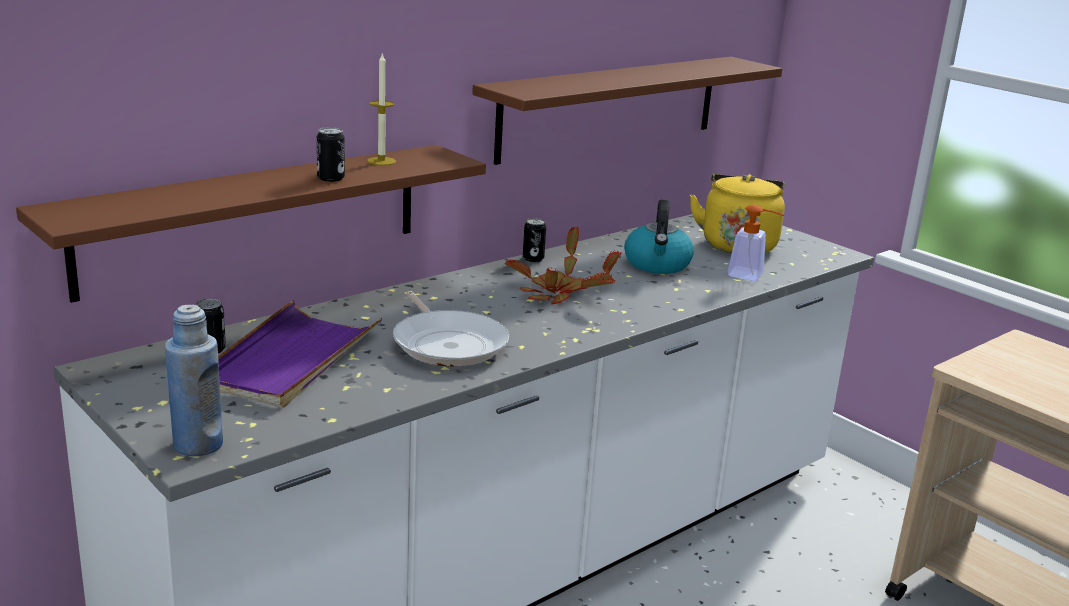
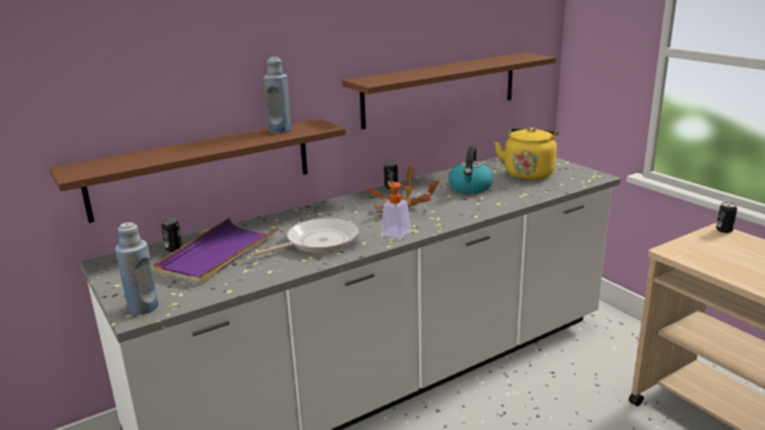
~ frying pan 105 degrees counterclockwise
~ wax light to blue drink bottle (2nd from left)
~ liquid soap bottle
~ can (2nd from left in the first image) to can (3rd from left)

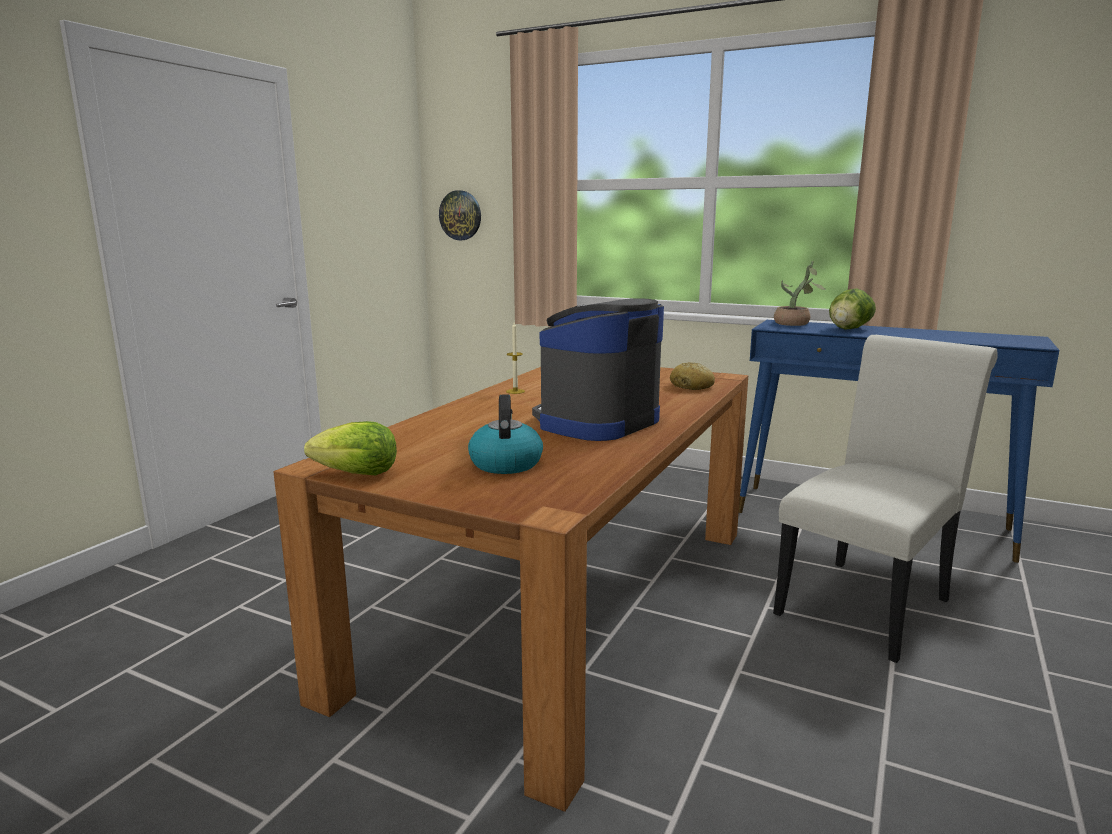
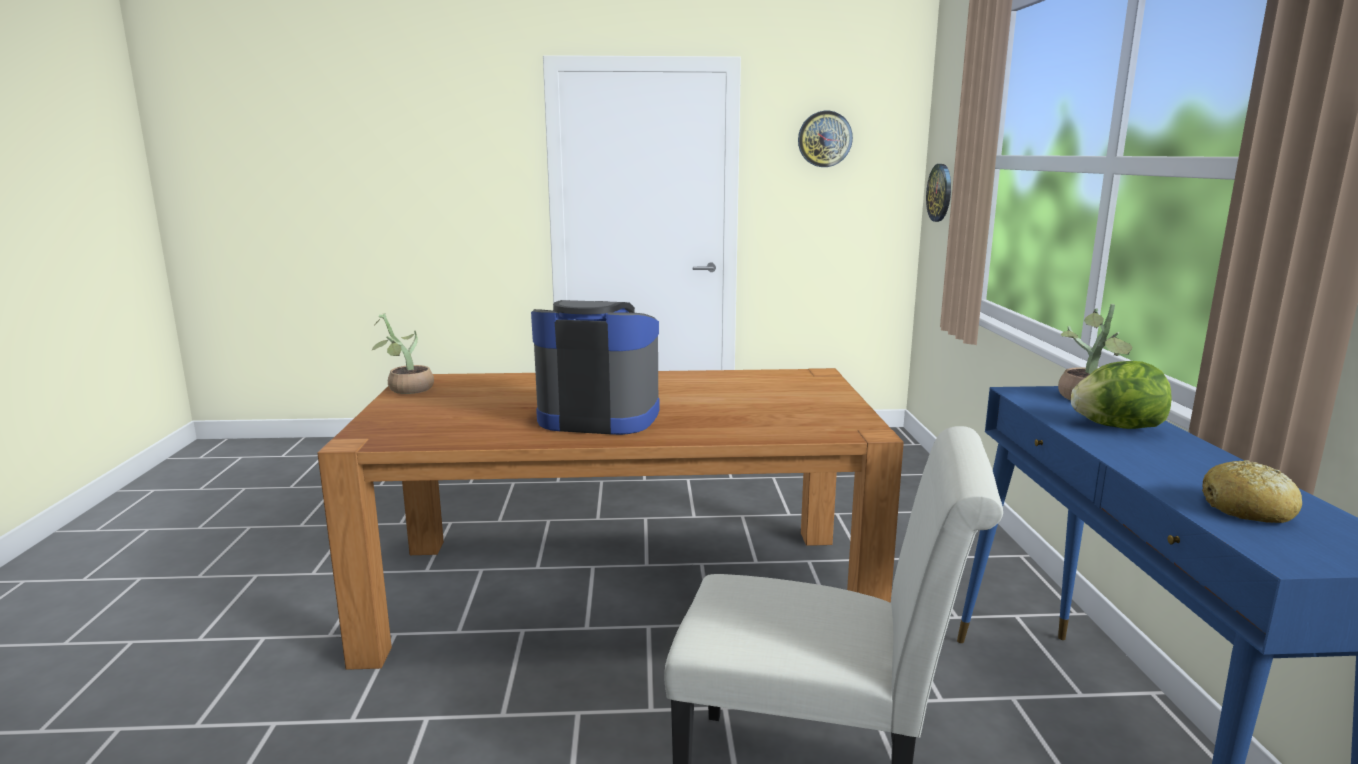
~ lettuce (1st from left) to plant in a pot (1st from left)
+ hanging clock (1st from left)
~ bakery bread
- tea kettle
- wax light

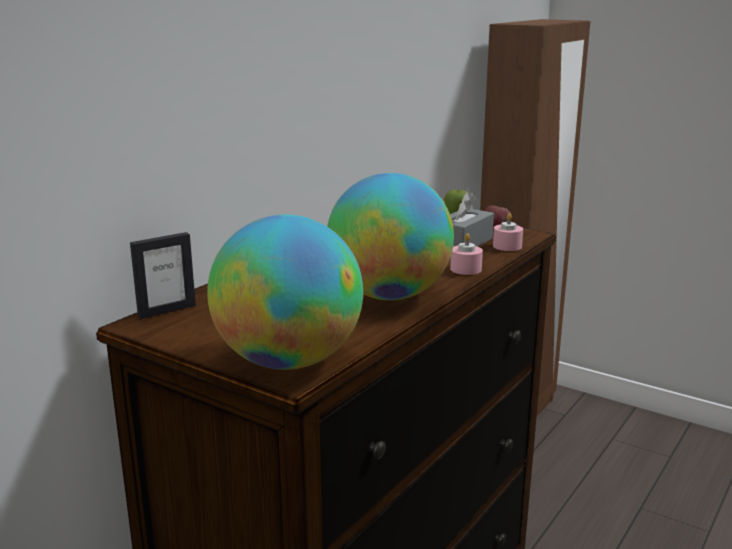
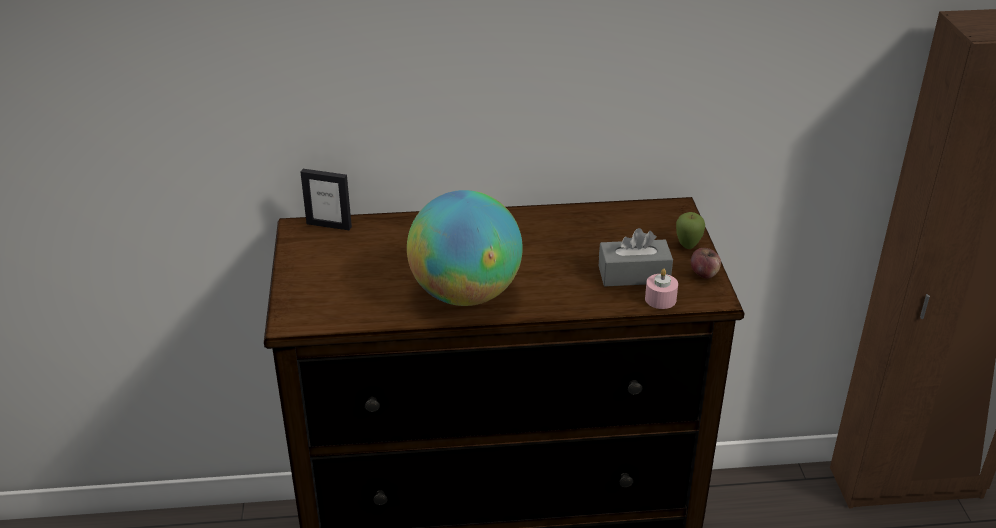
- world globe (1st from left)
- pink-coloured wax light (1st from left)

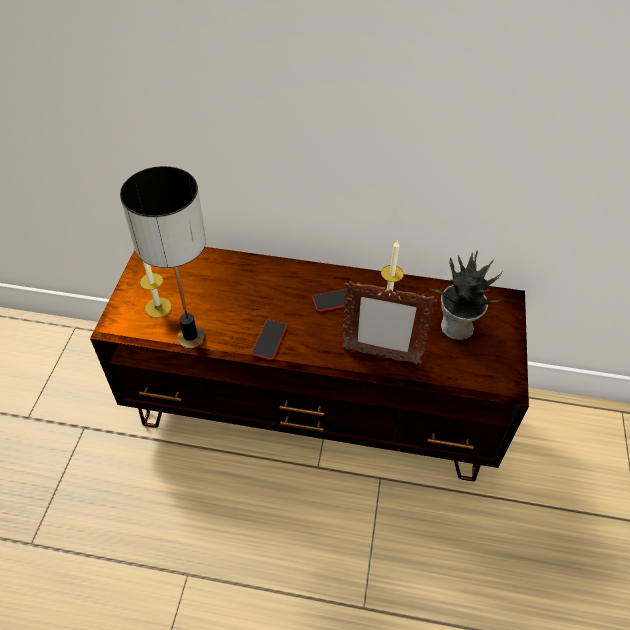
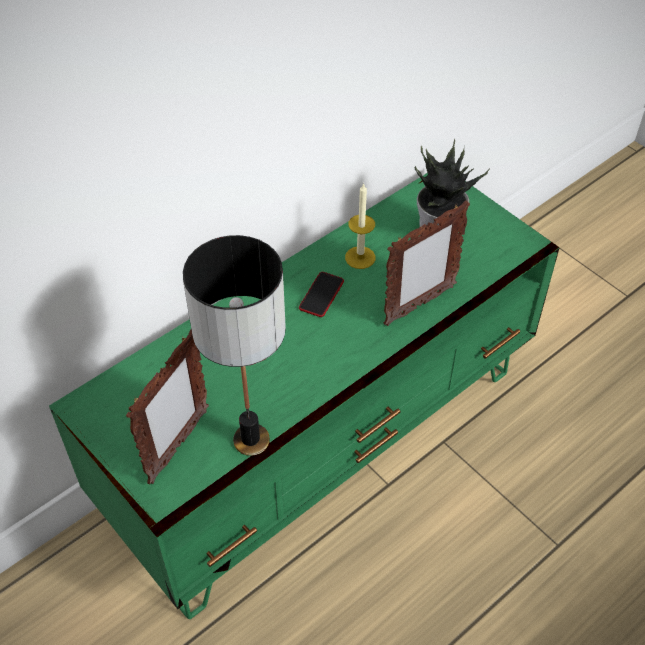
~ brown-coloured tv stand to green tv stand
~ wax light (1st from left) to picture frame (1st from left)
- telephone (1st from left)

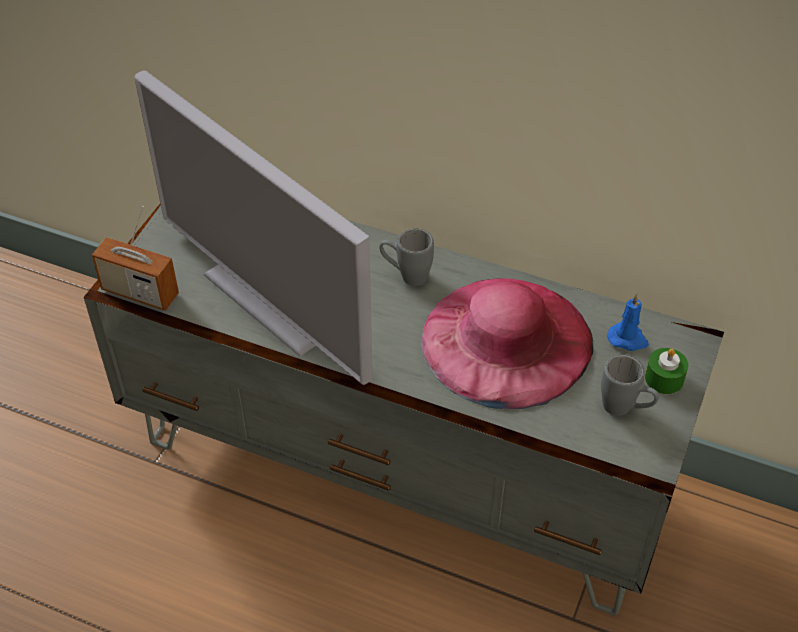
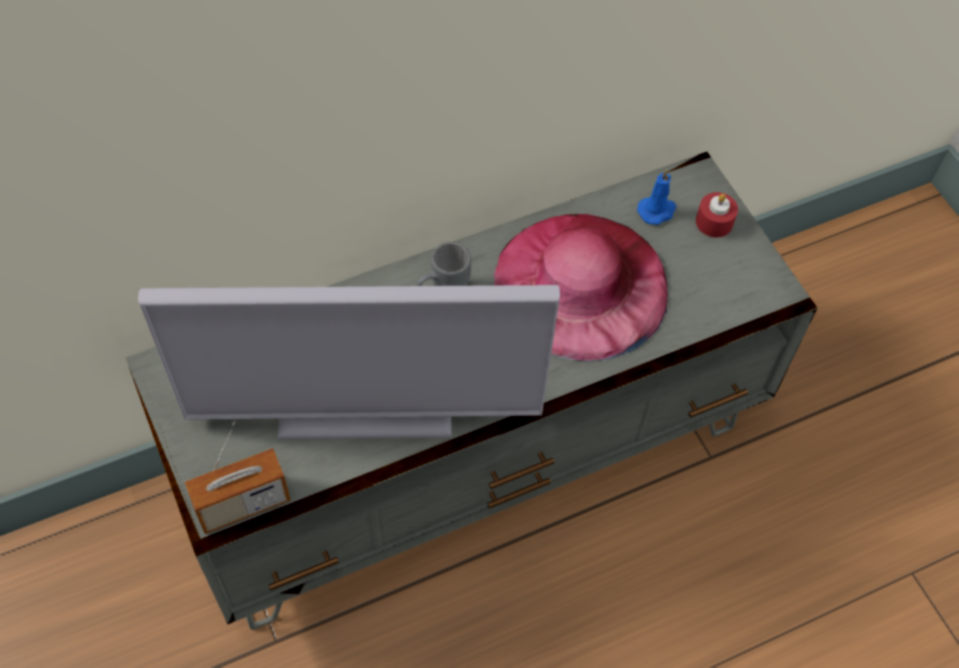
~ green wax light to red-coloured wax light
- greyish mug (2nd from left)

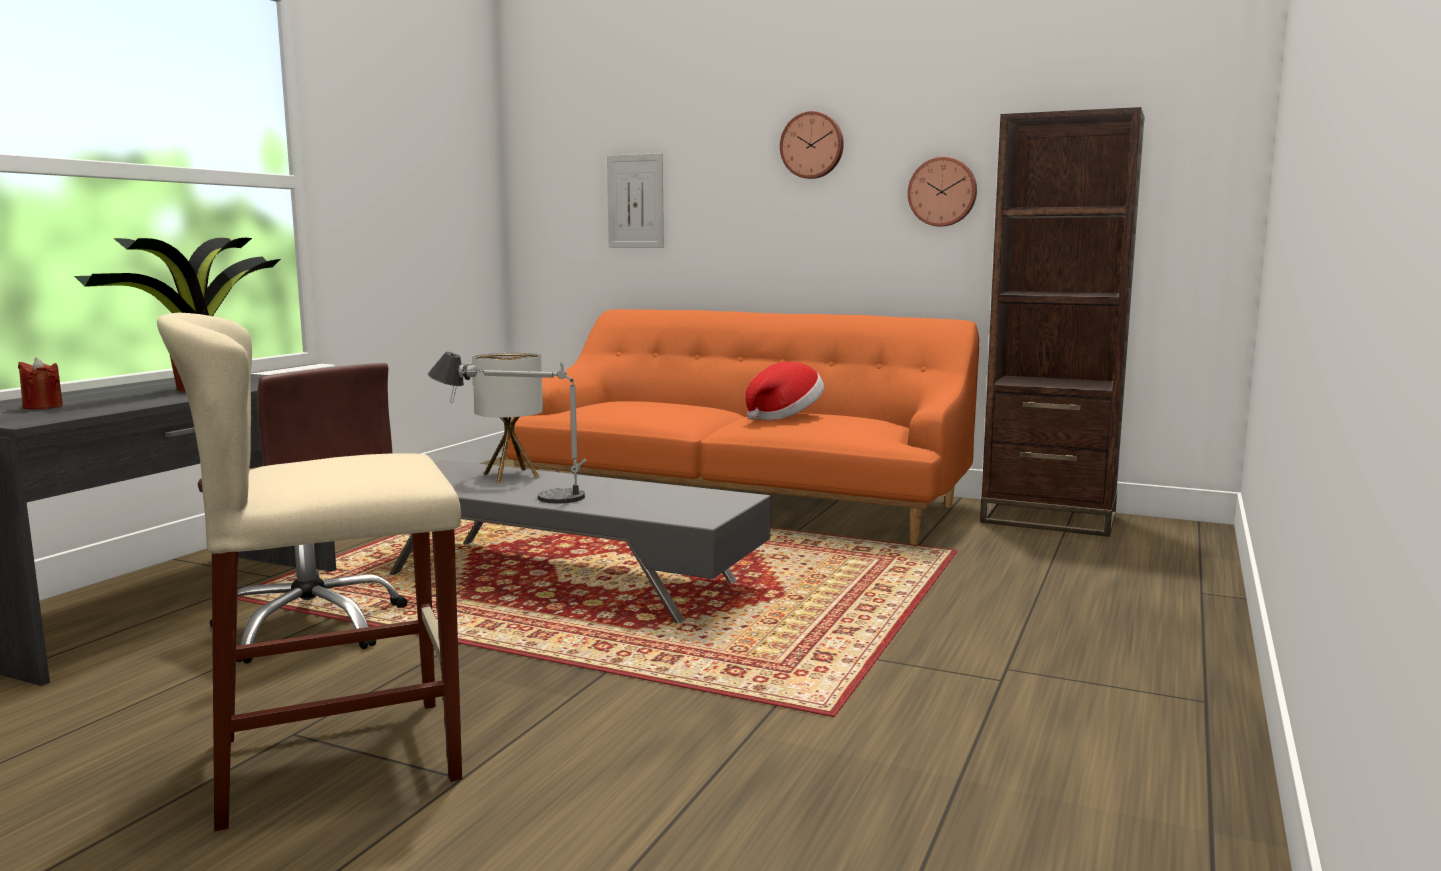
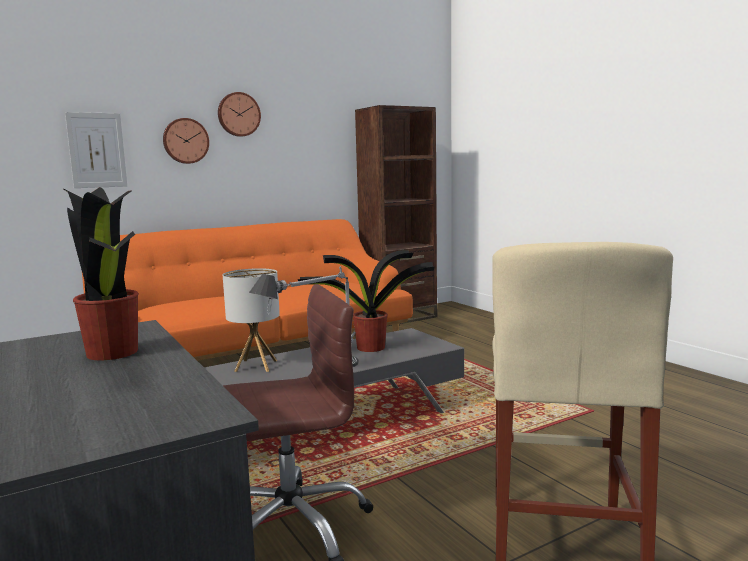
~ hanging clock (2nd from left in the first image) to hanging clock (1st from left)
+ plant in a pot (2nd from left)
- red-coloured wax light
- clothing hat

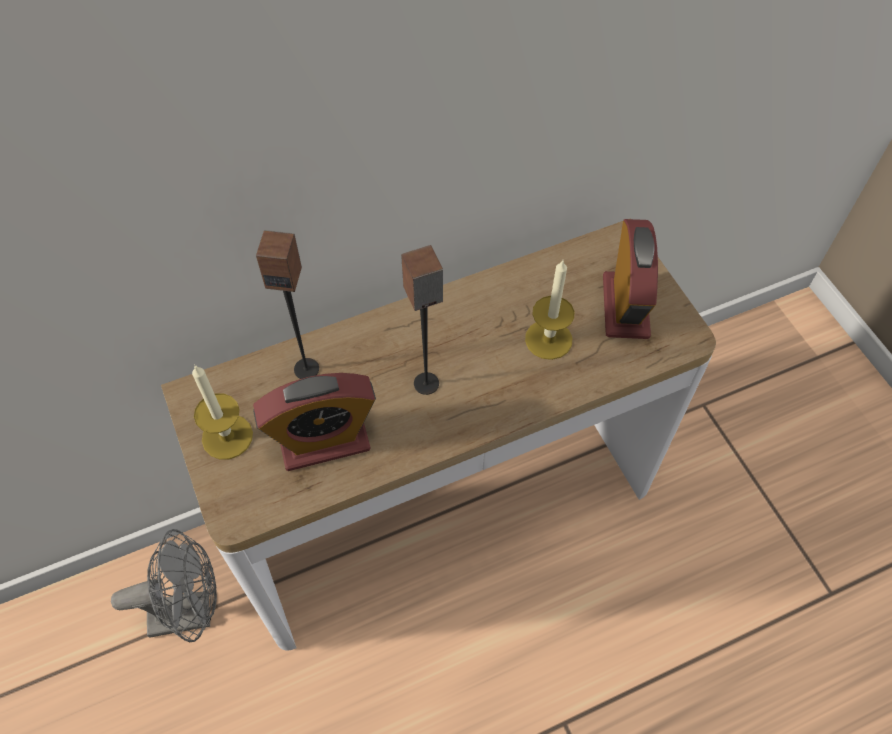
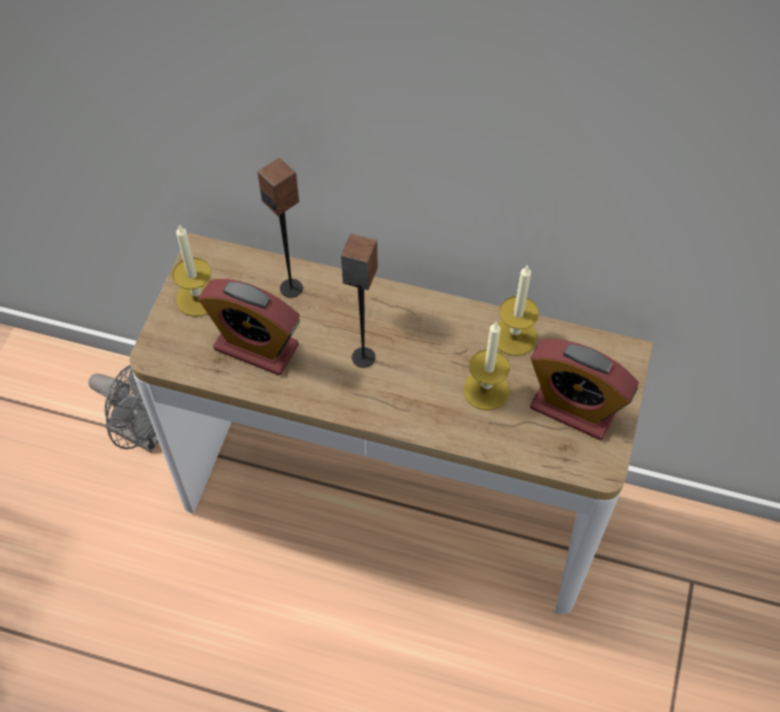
+ wax light (3rd from left)
~ bedside clock (2nd from left) 75 degrees clockwise

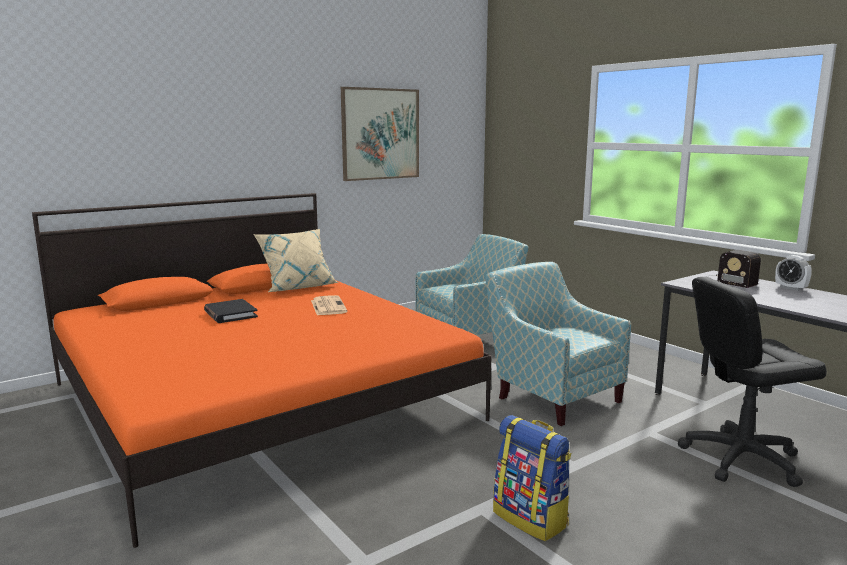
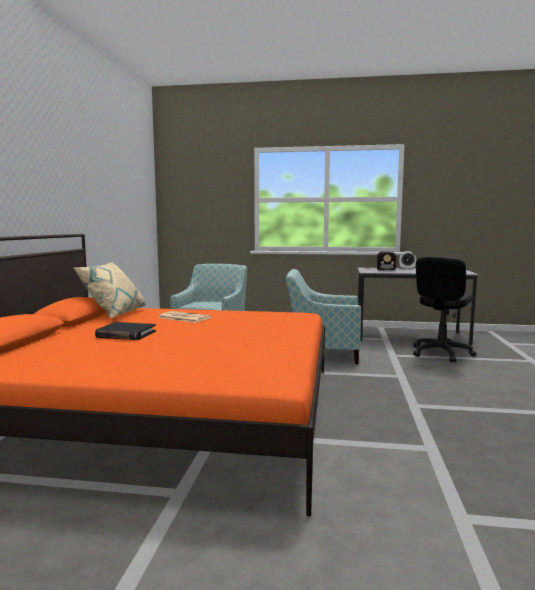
- wall art
- backpack

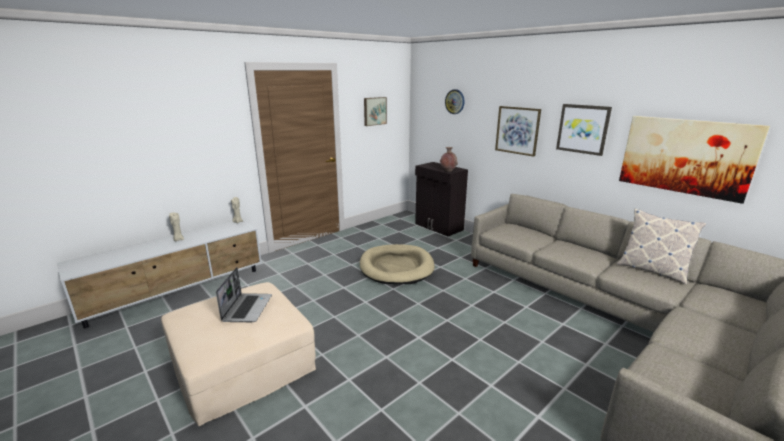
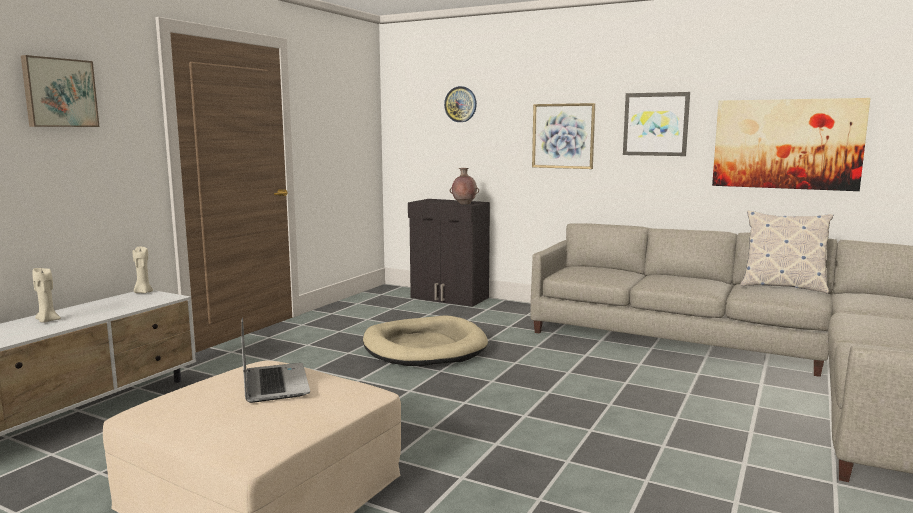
~ wall art (1st from left)

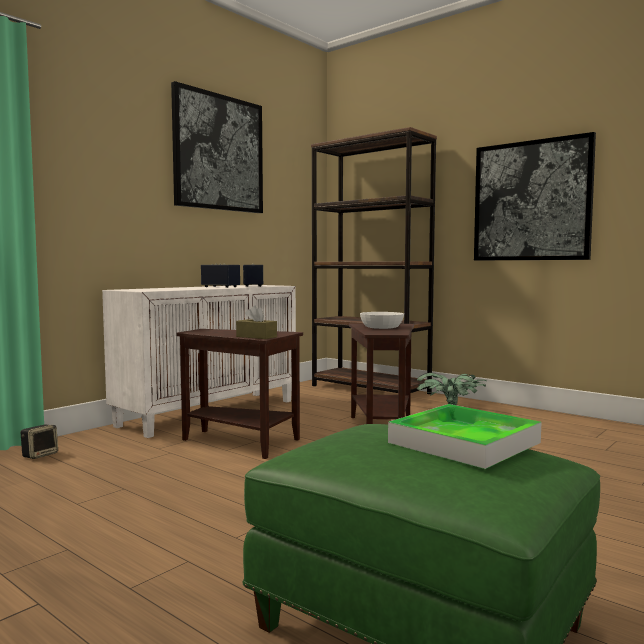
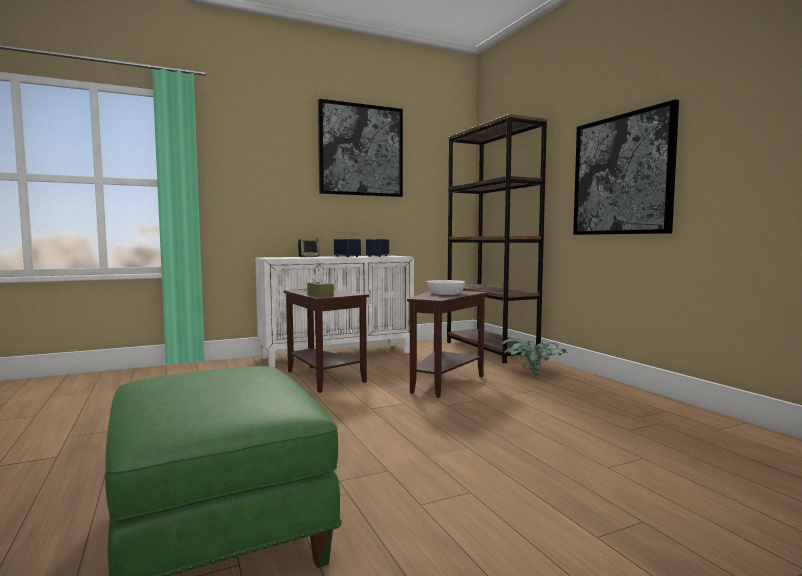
~ audio speaker (1st from left)
- tray

